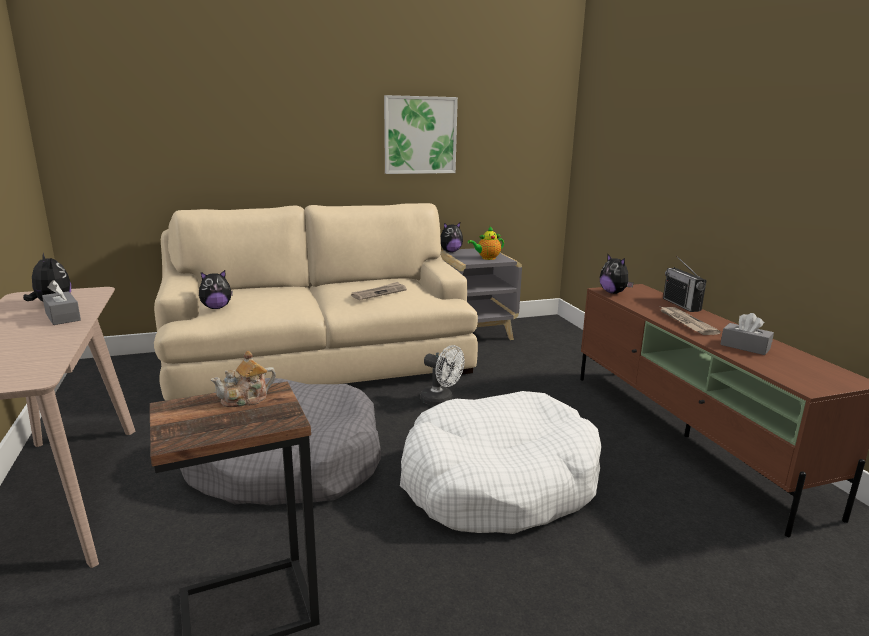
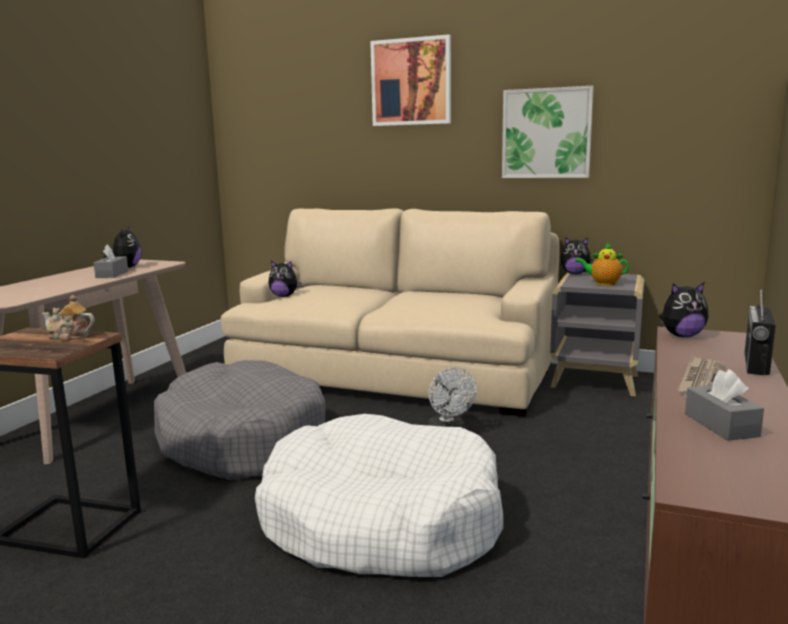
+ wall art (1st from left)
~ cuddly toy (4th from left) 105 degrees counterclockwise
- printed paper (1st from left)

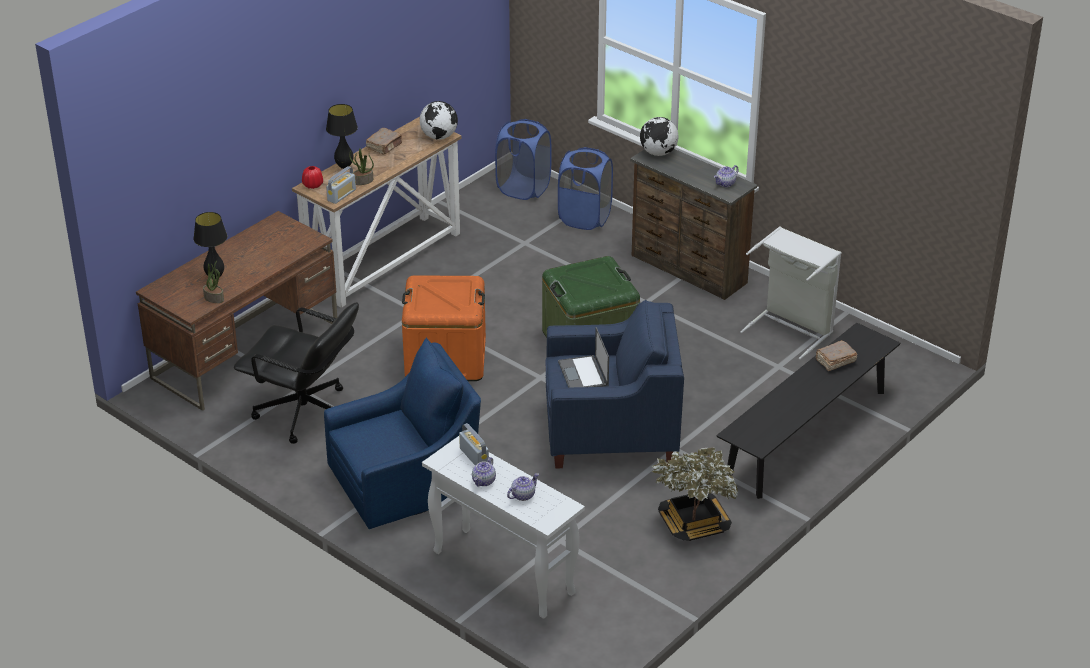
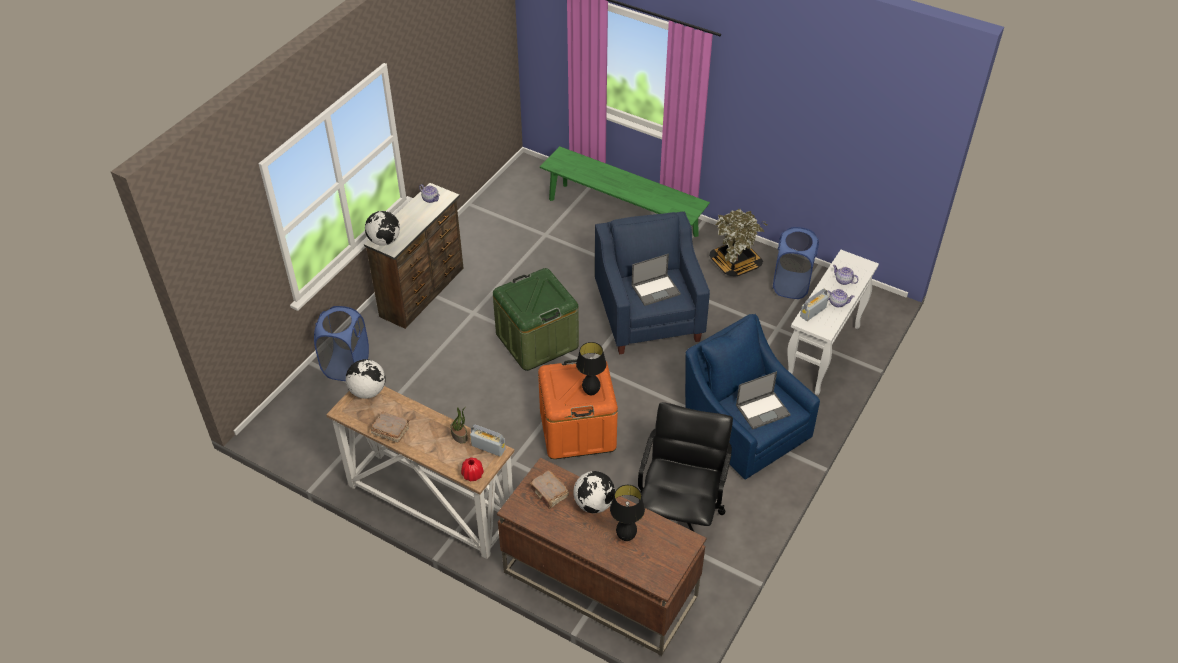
~ brown-coloured book (2nd from left)
~ black indoor bench to green indoor bench
+ world globe (3rd from left)
~ black lamp for a table (2nd from left in the first image) to black lamp for a table (1st from left)
+ notebook computer (2nd from left)
~ blue laundry basket (1st from left in the first image) to blue laundry basket (2nd from left)
- plant in a pot (1st from left)
- greyish laundry basket

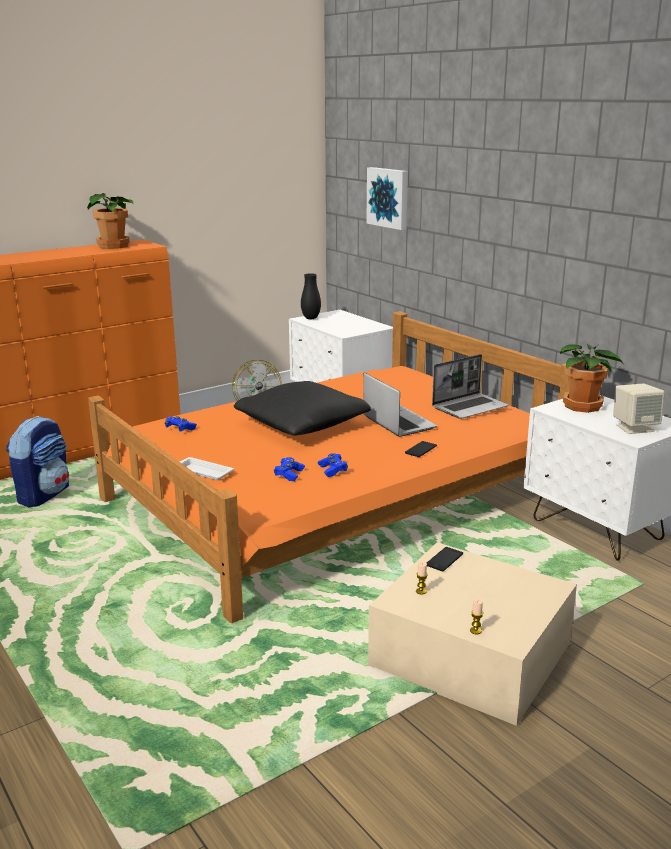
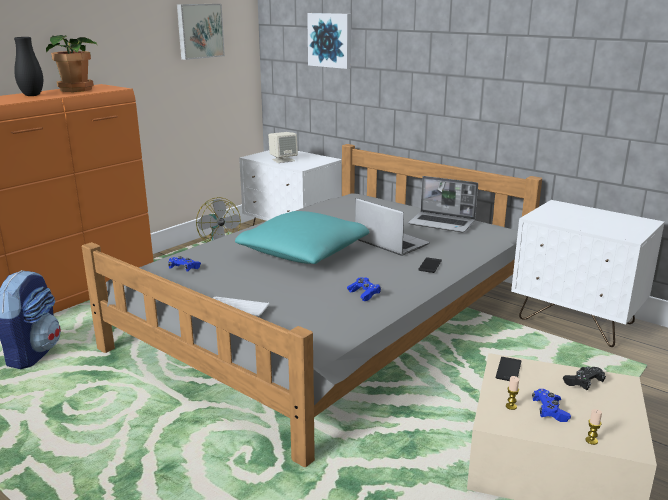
~ black decorative vase
~ orangey bedroom bed to greyish bedroom bed
+ wall art (1st from left)
~ black throw pillow to blue-green throw pillow
~ beige audio speaker
~ notebook computer (2nd from left) 75 degrees clockwise
~ blue game controller (2nd from left in the first image) to blue game controller (3rd from left)
+ black game controller
- plant in a pot (2nd from left)

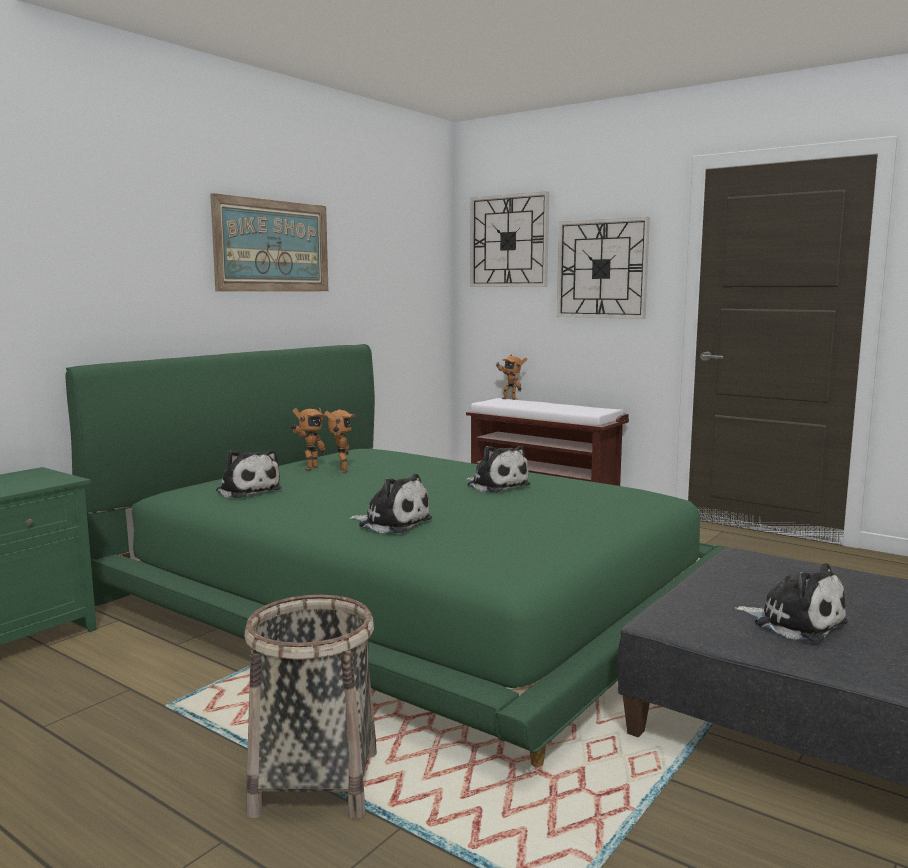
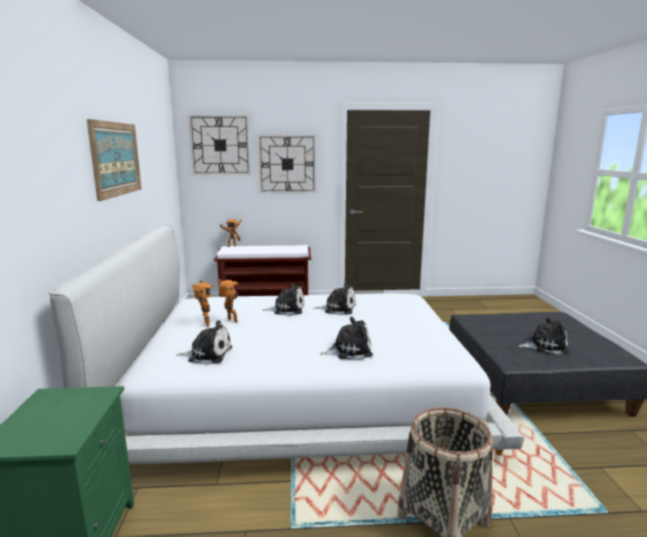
~ green bedroom bed to whitish bedroom bed
+ cuddly toy (2nd from left)

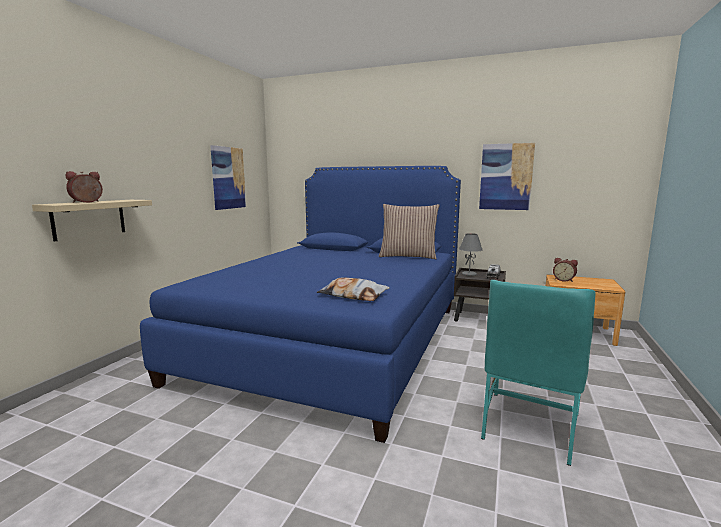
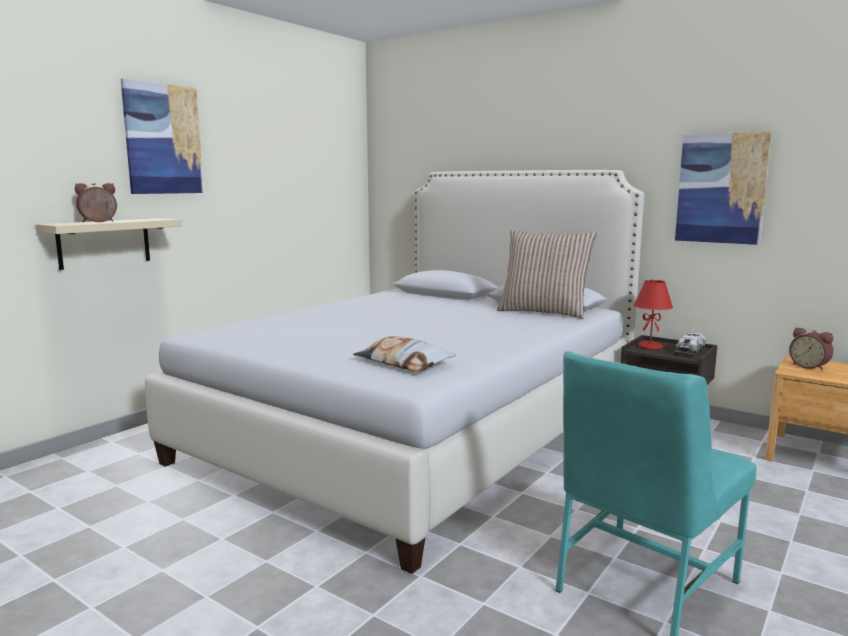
~ wall art (1st from left)
~ blue bedroom bed to whitish bedroom bed
~ greyish lamp for a table to red-coloured lamp for a table

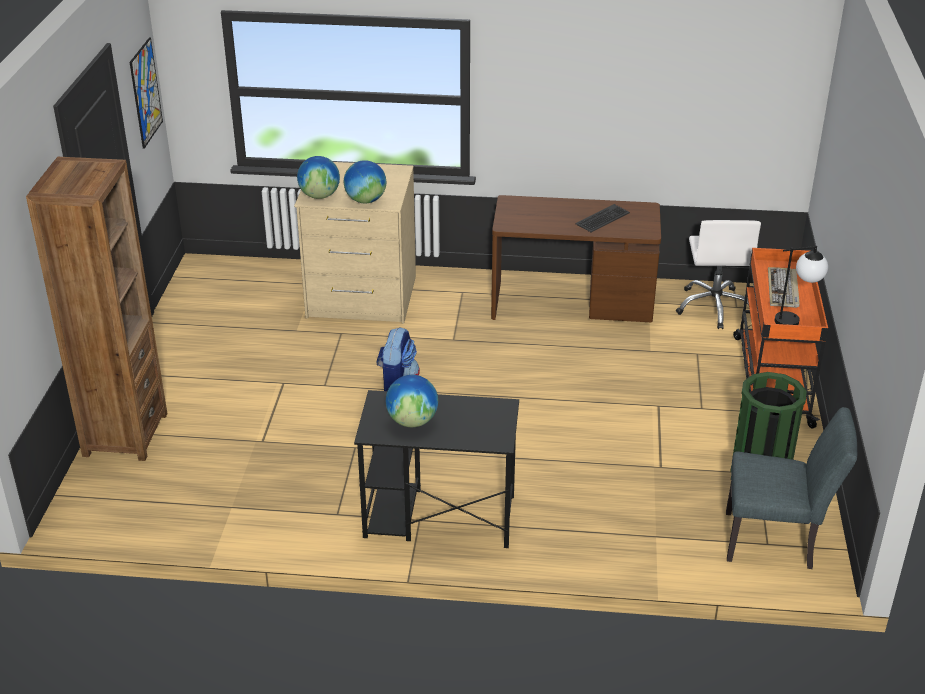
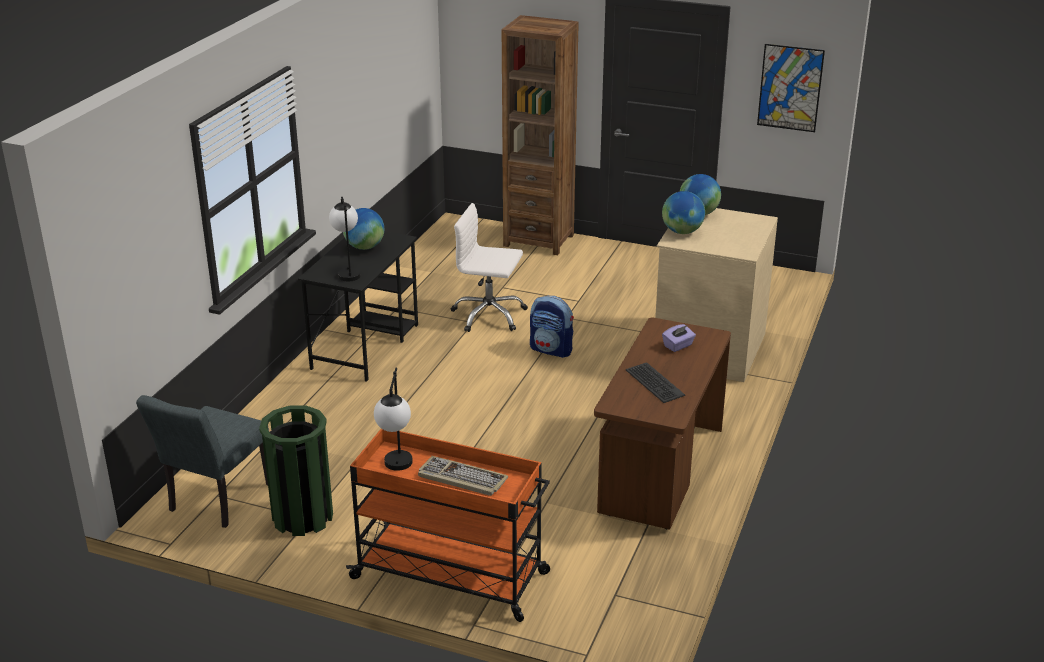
+ lamp for a table (1st from left)
~ whitish desk chair
+ purplish tissue box

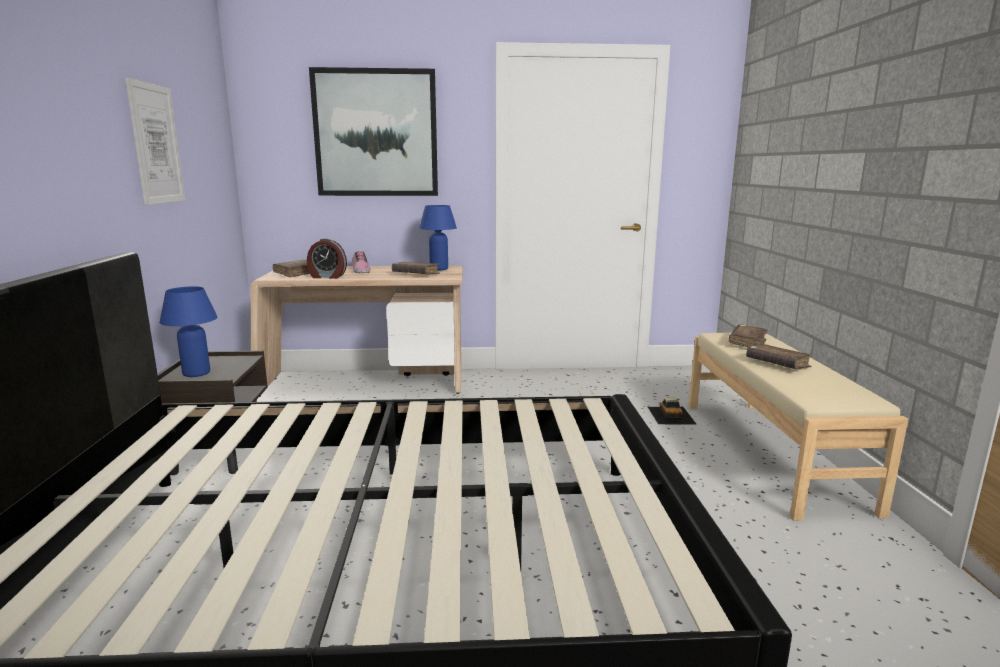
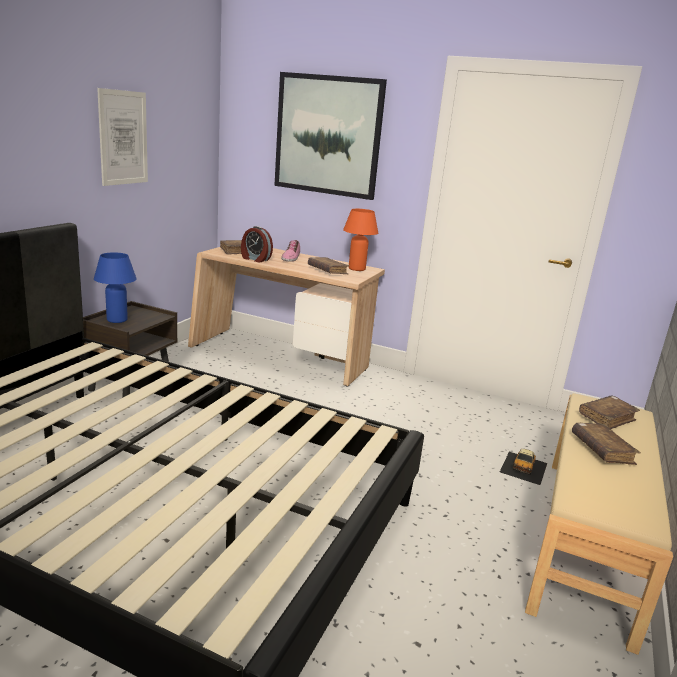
~ blue lamp for a table (2nd from left) to orangey lamp for a table

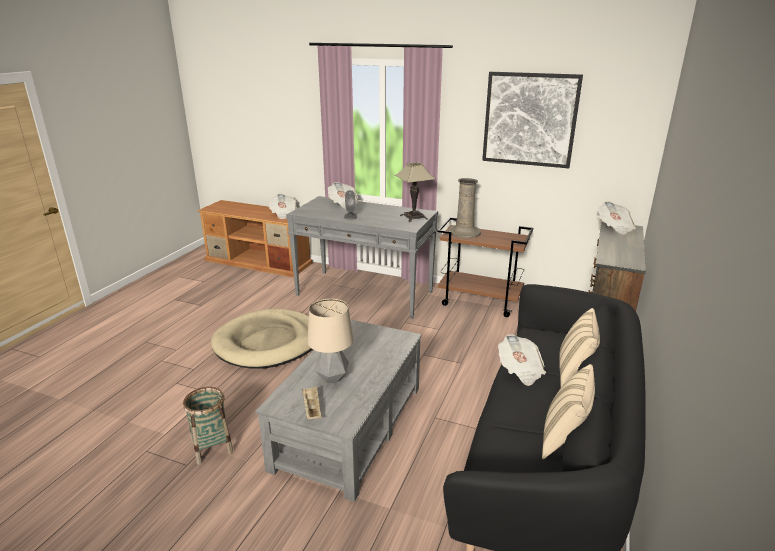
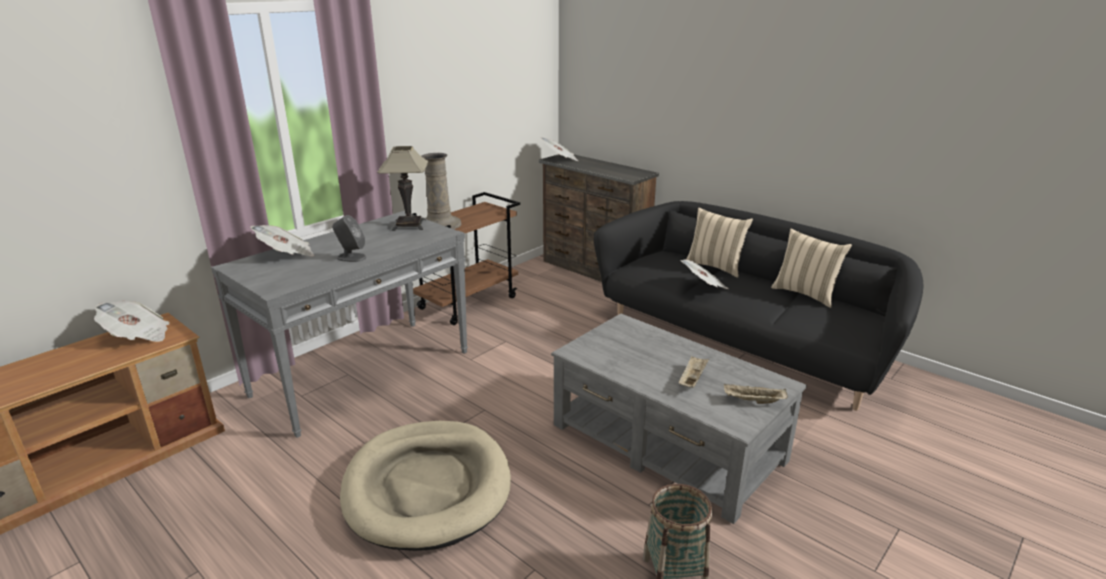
~ lamp for a table (1st from left) to beige tray (1st from left)
- wall art

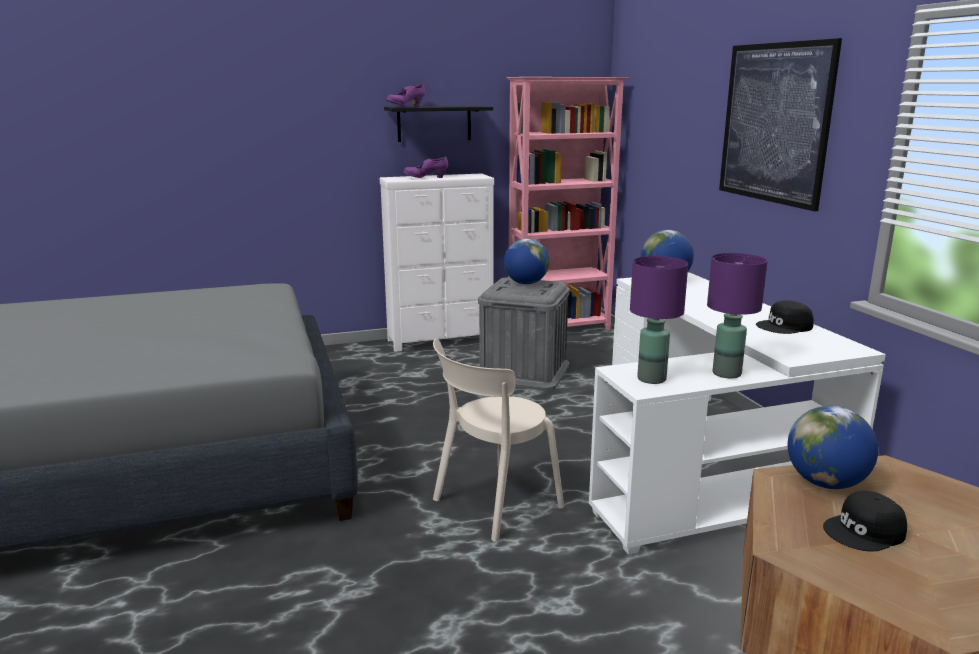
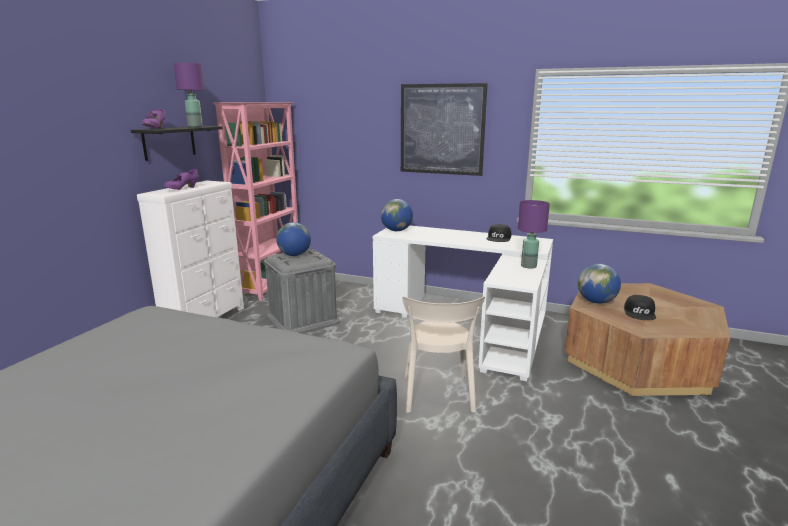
~ purplish lamp for a table (1st from left)

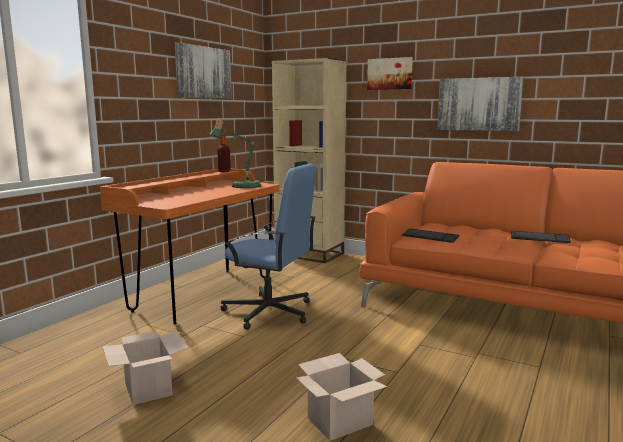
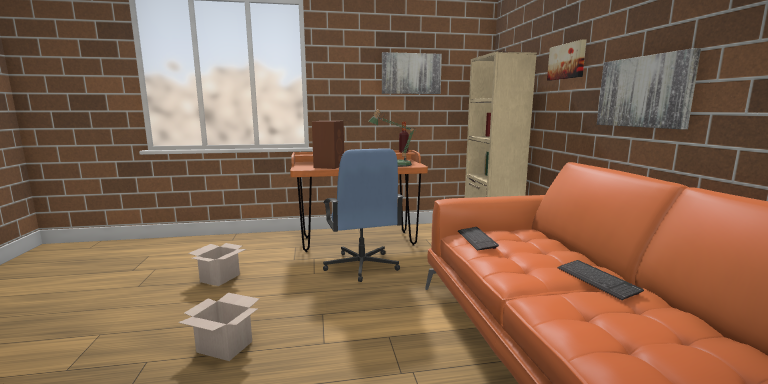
+ brown-coloured audio speaker

